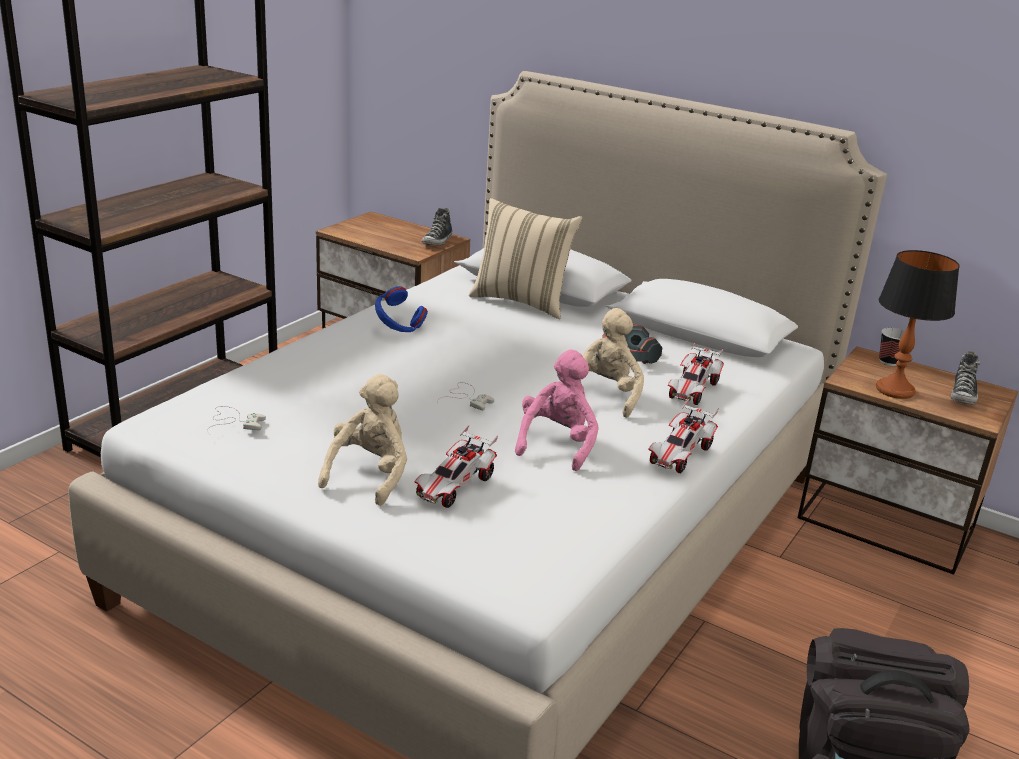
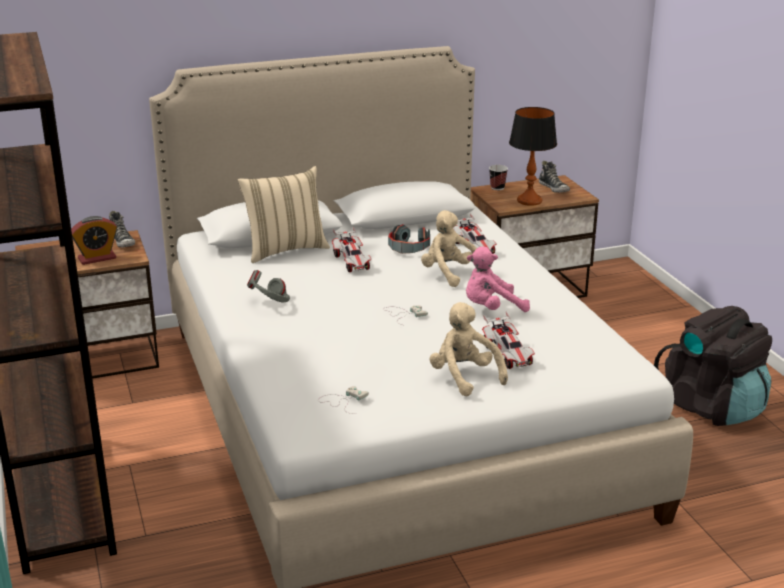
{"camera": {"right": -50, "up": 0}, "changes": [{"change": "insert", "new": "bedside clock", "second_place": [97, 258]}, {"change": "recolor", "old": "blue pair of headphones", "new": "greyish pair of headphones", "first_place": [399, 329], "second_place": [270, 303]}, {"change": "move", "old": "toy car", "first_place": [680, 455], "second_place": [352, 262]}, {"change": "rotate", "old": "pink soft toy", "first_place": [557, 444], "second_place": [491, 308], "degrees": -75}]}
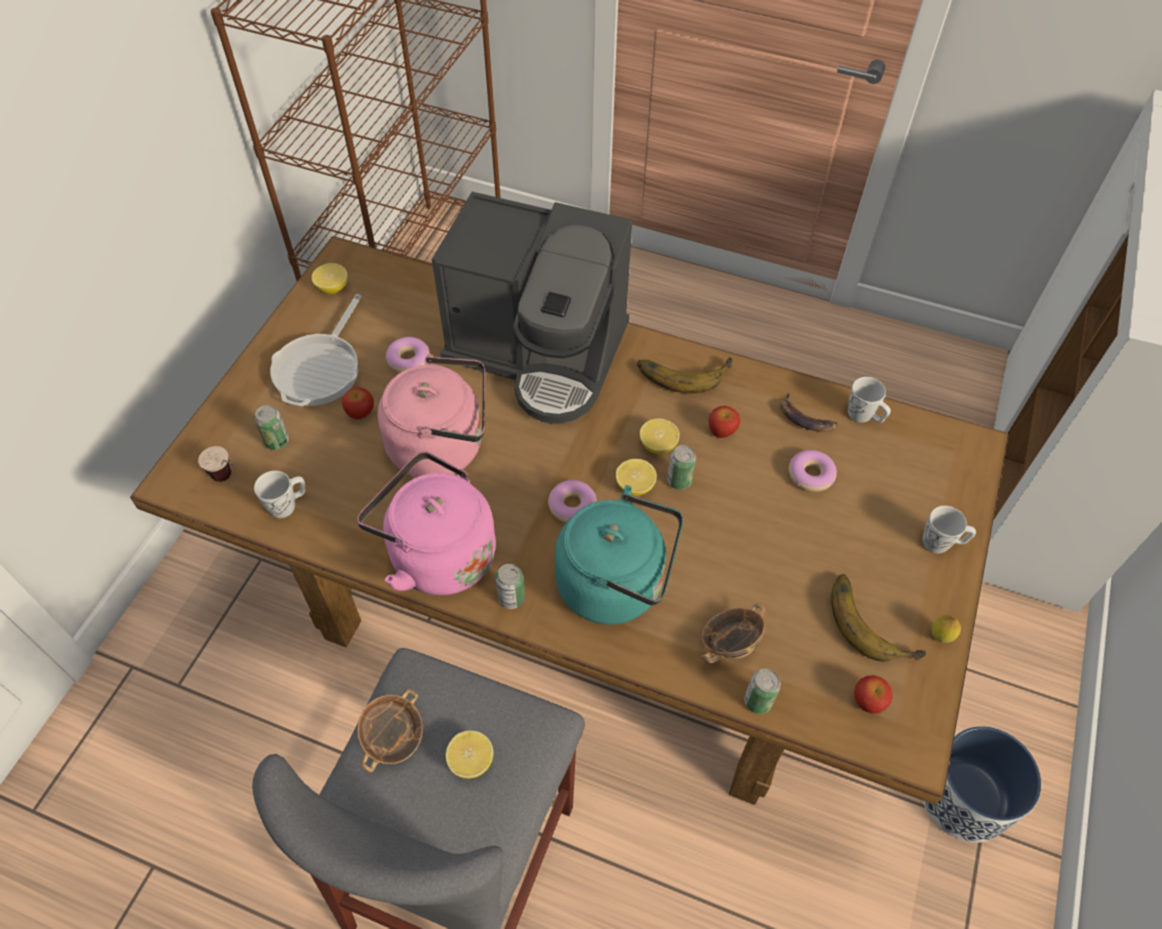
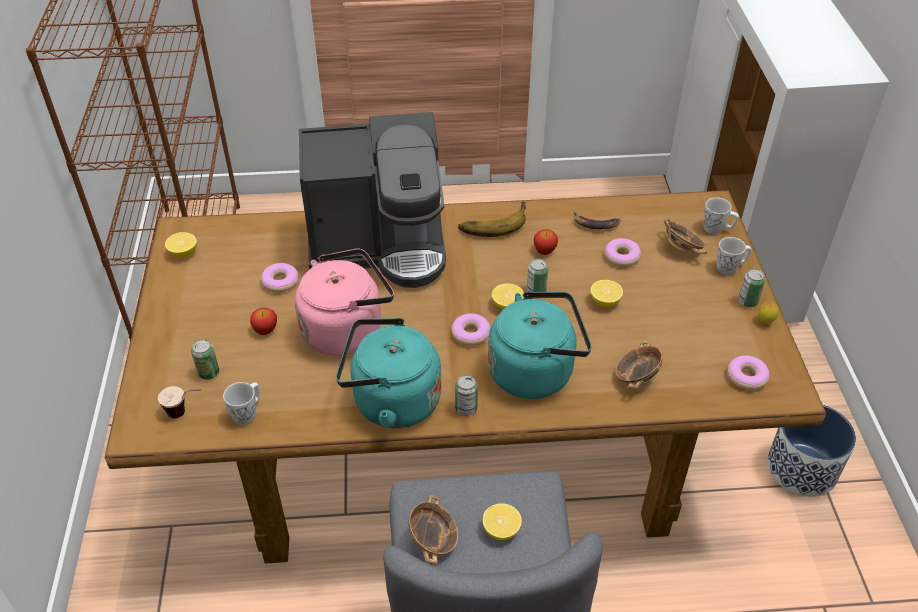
{"camera": {"right": -25, "up": -10}, "changes": [{"change": "recolor", "old": "pink kettle", "new": "turquoise-coloured kettle", "first_place": [437, 554], "second_place": [391, 401]}, {"change": "move", "old": "citrus fruit", "first_place": [658, 445], "second_place": [605, 301]}, {"change": "insert", "new": "serving bowl", "second_place": [682, 248]}, {"change": "move", "old": "white-coloured mug", "first_place": [864, 416], "second_place": [717, 229]}, {"change": "replace", "old": "apple", "new": "ring doughnut", "first_place": [868, 701], "second_place": [746, 377]}, {"change": "move", "old": "metal can", "first_place": [758, 701], "second_place": [747, 301]}, {"change": "delete", "old": "pan", "first_place": [320, 368]}, {"change": "delete", "old": "banana", "first_place": [873, 620]}]}
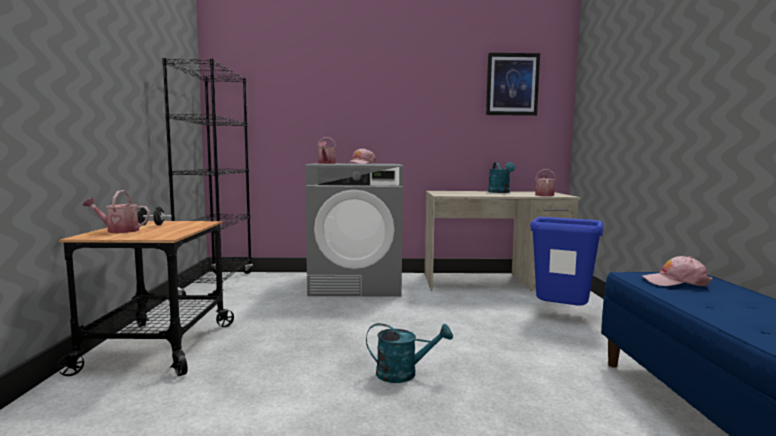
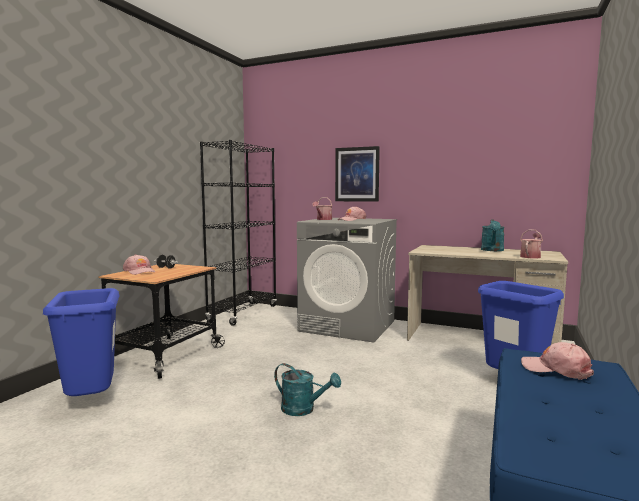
{"camera": {"right": 25, "up": 0}, "changes": [{"change": "insert", "new": "blue rubbish bin", "second_place": [91, 402]}, {"change": "replace", "old": "watering can", "new": "pink cap", "first_place": [118, 230], "second_place": [139, 271]}, {"change": "move", "old": "wall art", "first_place": [512, 84], "second_place": [357, 174]}]}
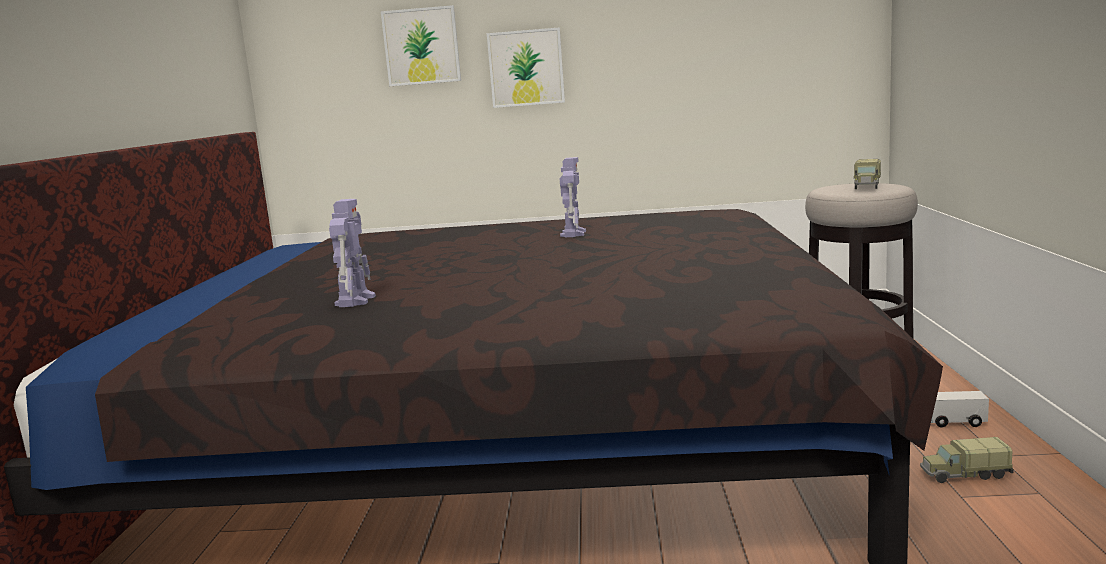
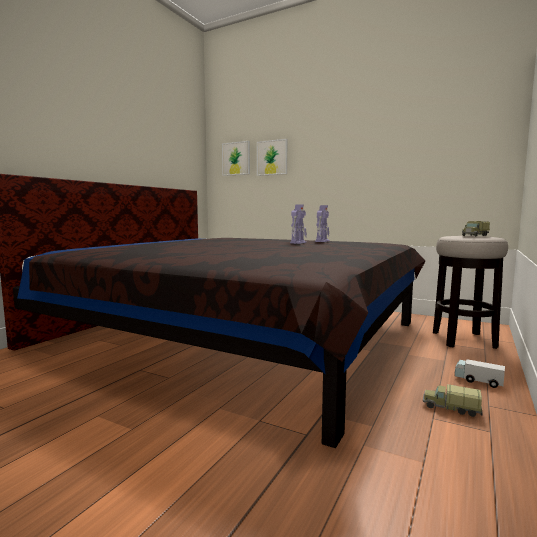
{"camera": {"right": 25, "up": -5}, "changes": [{"change": "move", "old": "wall art", "first_place": [526, 68], "second_place": [236, 158]}, {"change": "move", "old": "model robot", "first_place": [356, 300], "second_place": [322, 241]}]}
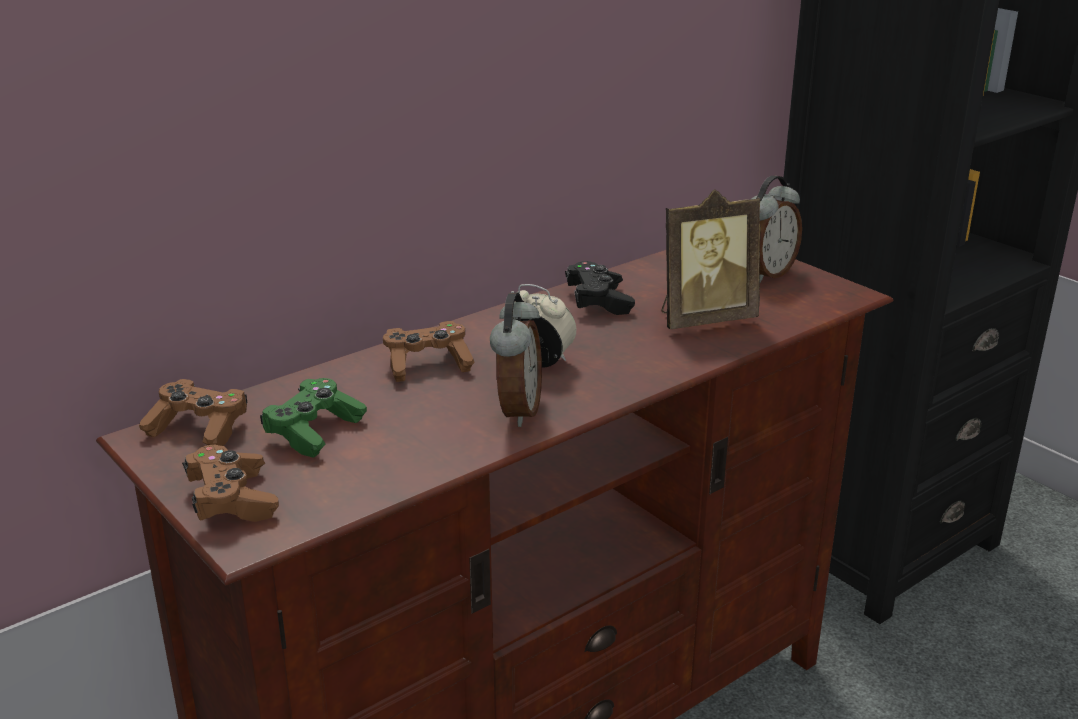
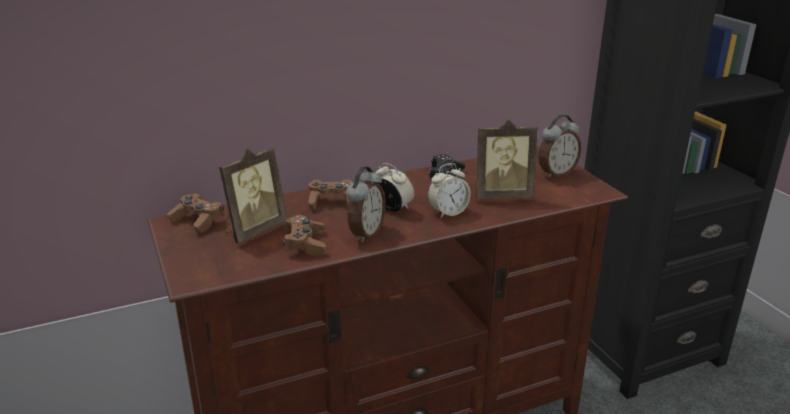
{"camera": {"right": 15, "up": 0}, "changes": [{"change": "replace", "old": "green gamepad", "new": "standing frame", "first_place": [314, 431], "second_place": [254, 230]}, {"change": "move", "old": "brown-coloured gamepad", "first_place": [232, 500], "second_place": [305, 244]}, {"change": "insert", "new": "bedside clock", "second_place": [448, 212]}]}
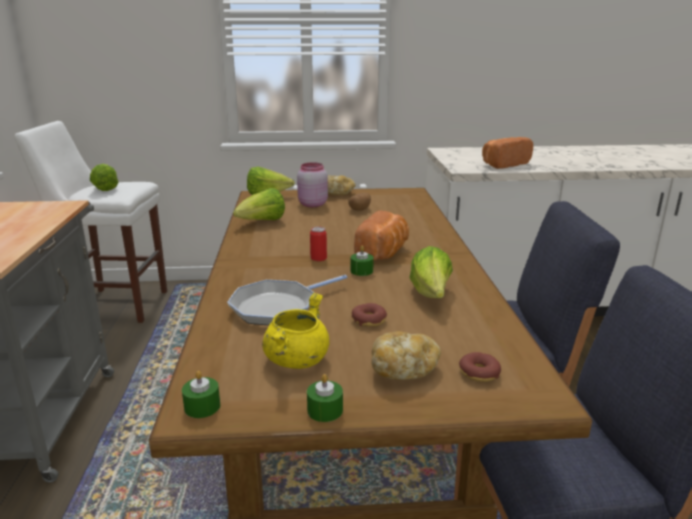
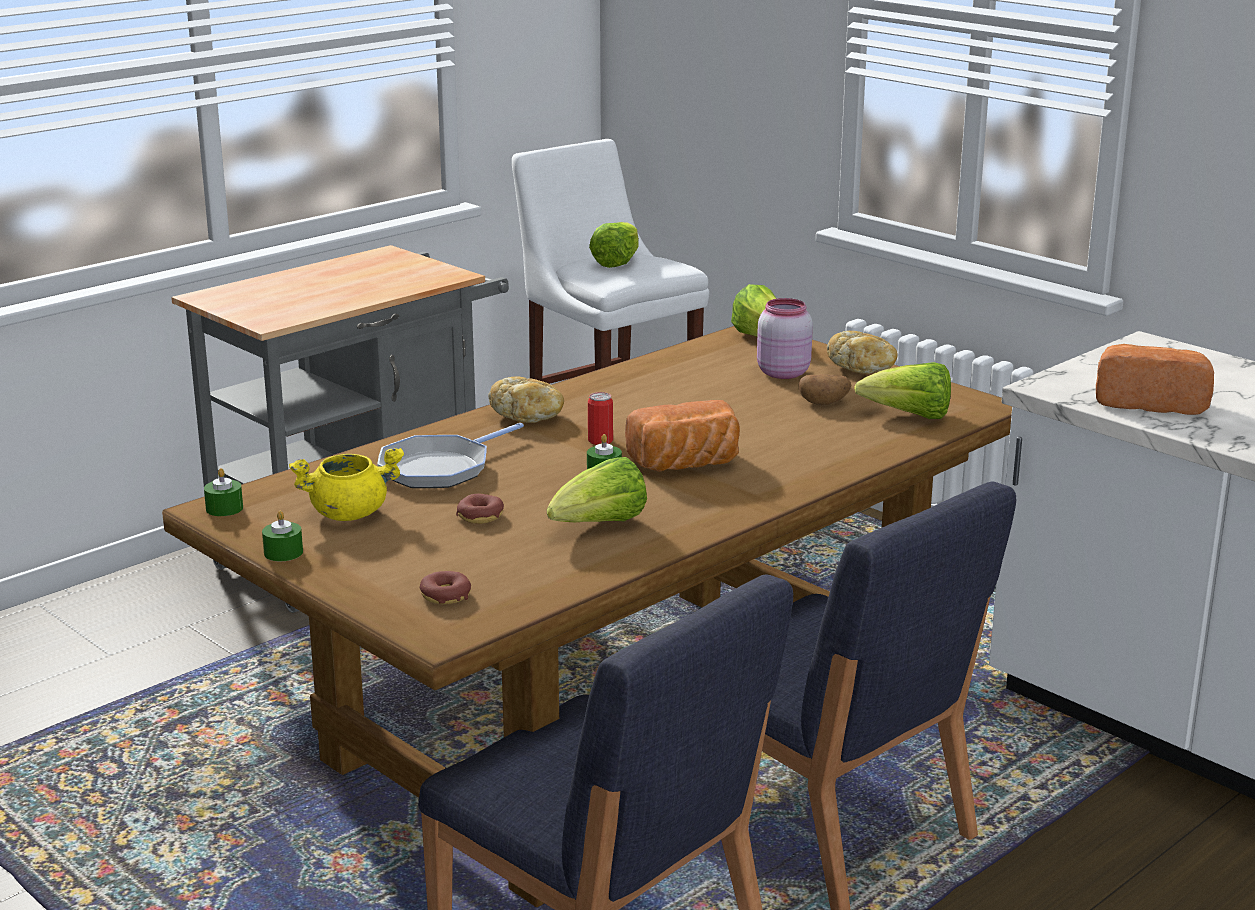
{"camera": {"right": 50, "up": 0}, "changes": [{"change": "rotate", "old": "pan", "first_place": [278, 307], "second_place": [440, 468], "degrees": -60}, {"change": "move", "old": "bread", "first_place": [403, 369], "second_place": [528, 417]}, {"change": "move", "old": "lettuce", "first_place": [262, 222], "second_place": [909, 416]}]}
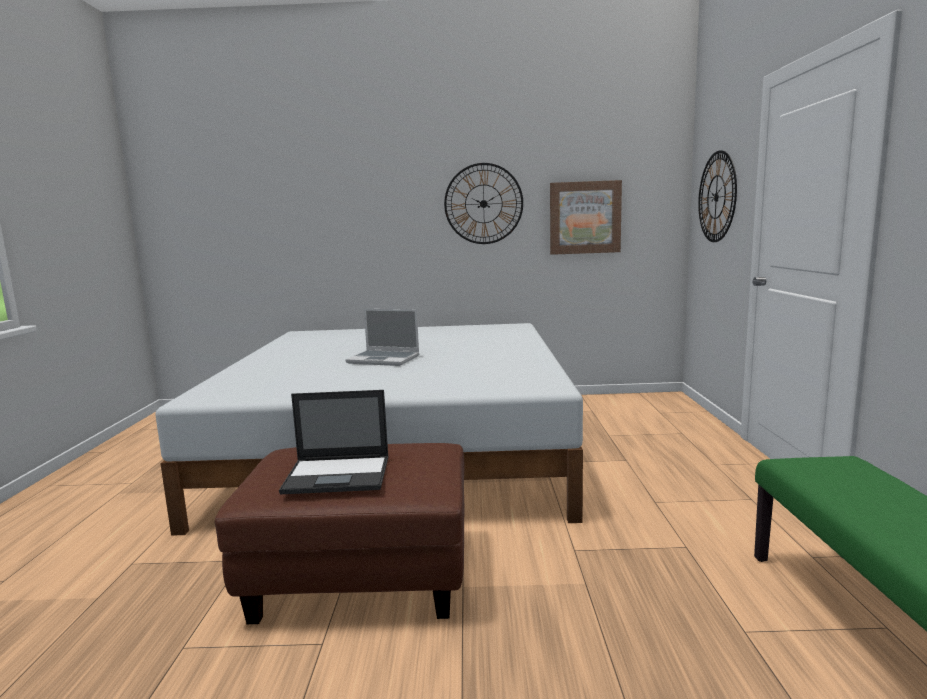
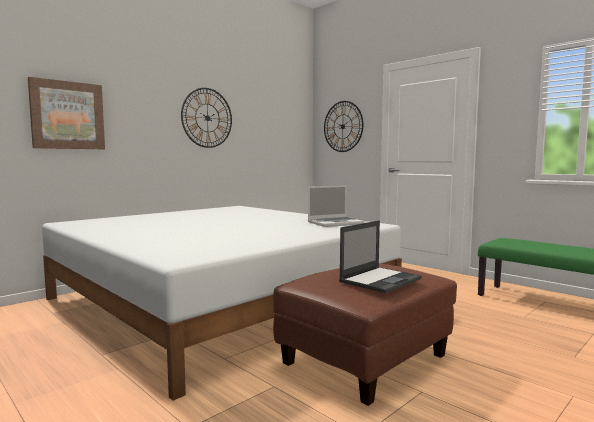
{"camera": {"right": -45, "up": -5}, "changes": [{"change": "move", "old": "wall art", "first_place": [585, 217], "second_place": [67, 115]}, {"change": "move", "old": "laptop", "first_place": [384, 359], "second_place": [335, 223]}]}
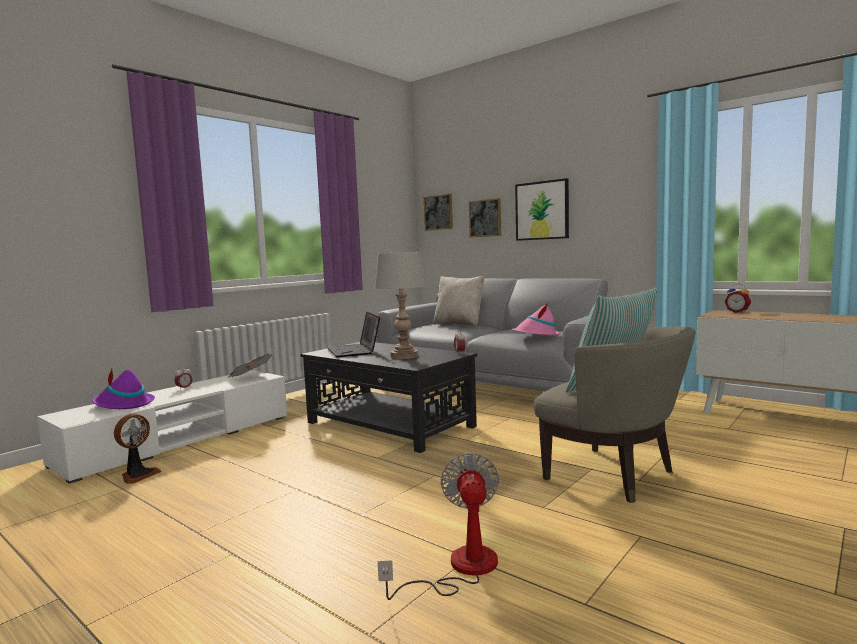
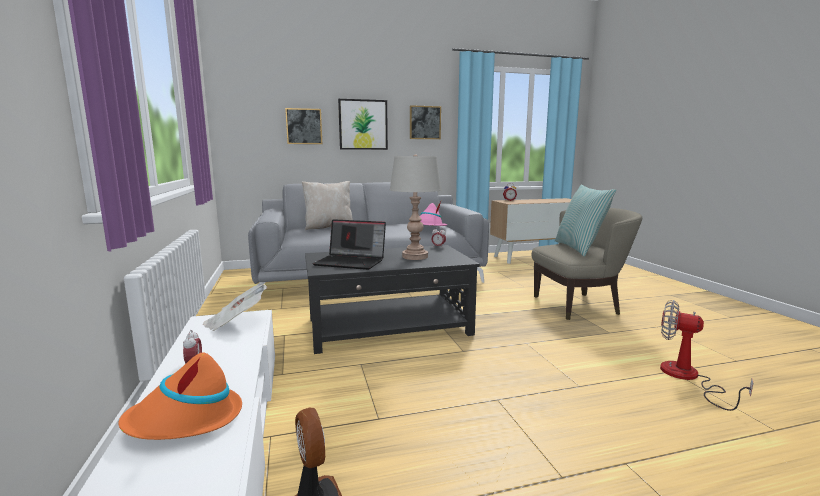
{"camera": {"right": -55, "up": 5}, "changes": [{"change": "recolor", "old": "purplish wearable hat", "new": "orange wearable hat", "first_place": [123, 404], "second_place": [186, 420]}, {"change": "move", "old": "wall art", "first_place": [438, 212], "second_place": [425, 122]}]}
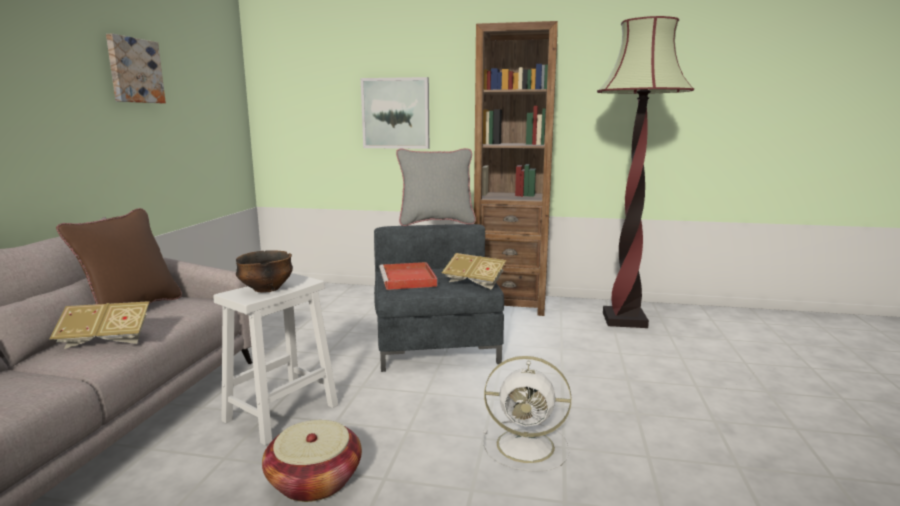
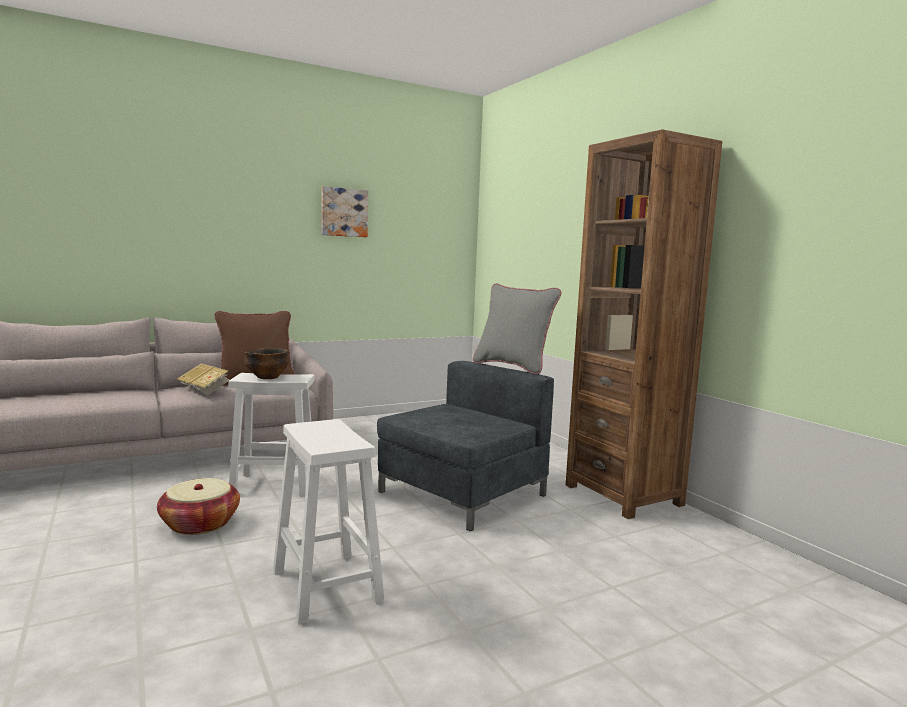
{"camera": {"right": 50, "up": -5}, "changes": [{"change": "replace", "old": "white-coloured fan", "new": "white-coloured sitting stool", "first_place": [528, 446], "second_place": [327, 587]}, {"change": "delete", "old": "wall art", "first_place": [396, 113]}, {"change": "delete", "old": "red-coloured tray", "first_place": [408, 279]}, {"change": "delete", "old": "book", "first_place": [474, 283]}, {"change": "delete", "old": "standard lamp", "first_place": [624, 320]}]}
